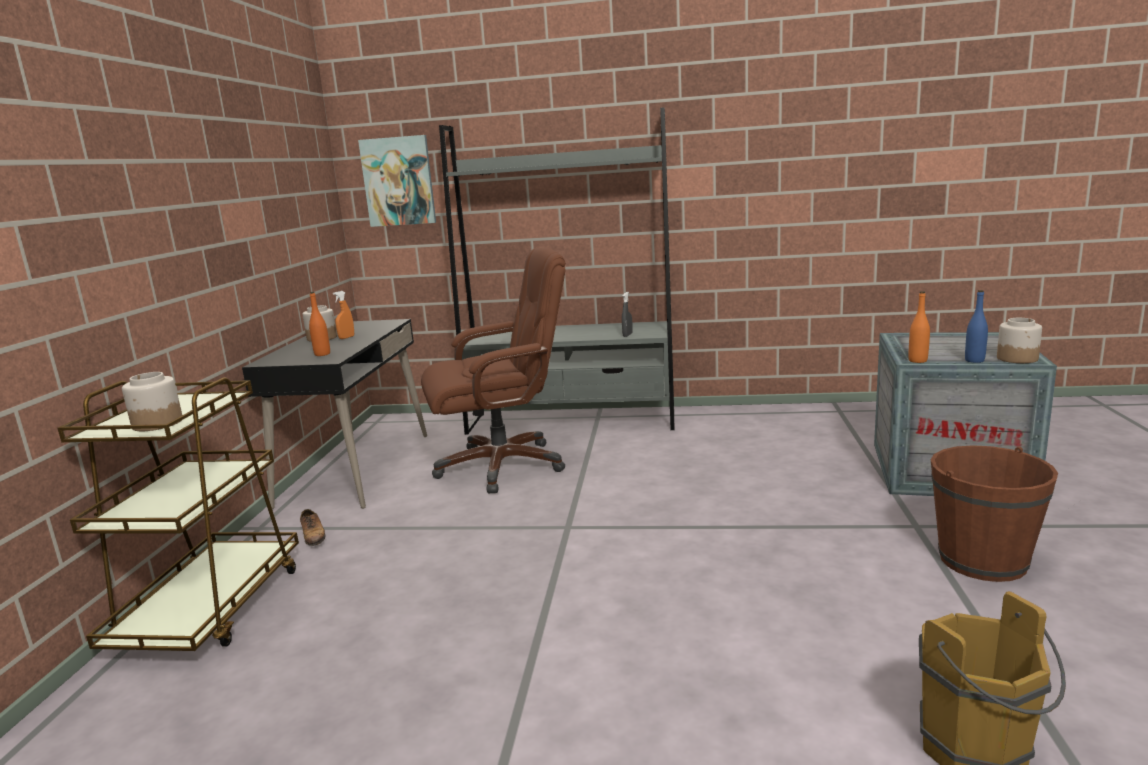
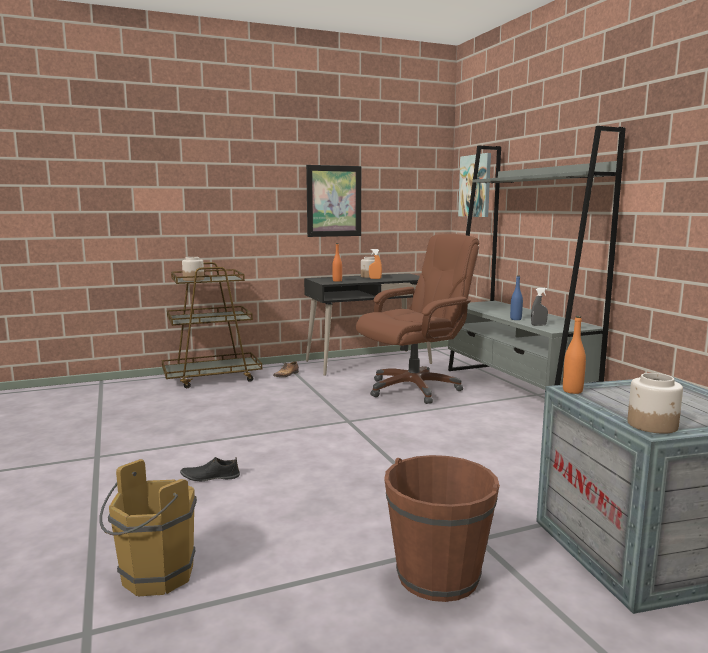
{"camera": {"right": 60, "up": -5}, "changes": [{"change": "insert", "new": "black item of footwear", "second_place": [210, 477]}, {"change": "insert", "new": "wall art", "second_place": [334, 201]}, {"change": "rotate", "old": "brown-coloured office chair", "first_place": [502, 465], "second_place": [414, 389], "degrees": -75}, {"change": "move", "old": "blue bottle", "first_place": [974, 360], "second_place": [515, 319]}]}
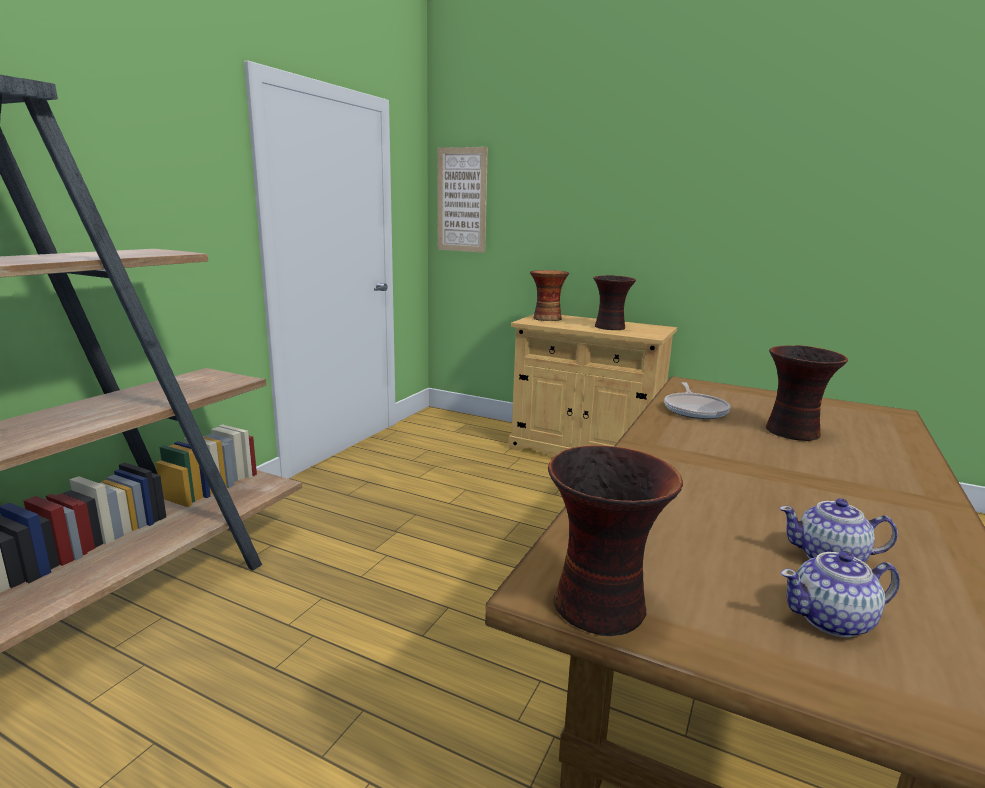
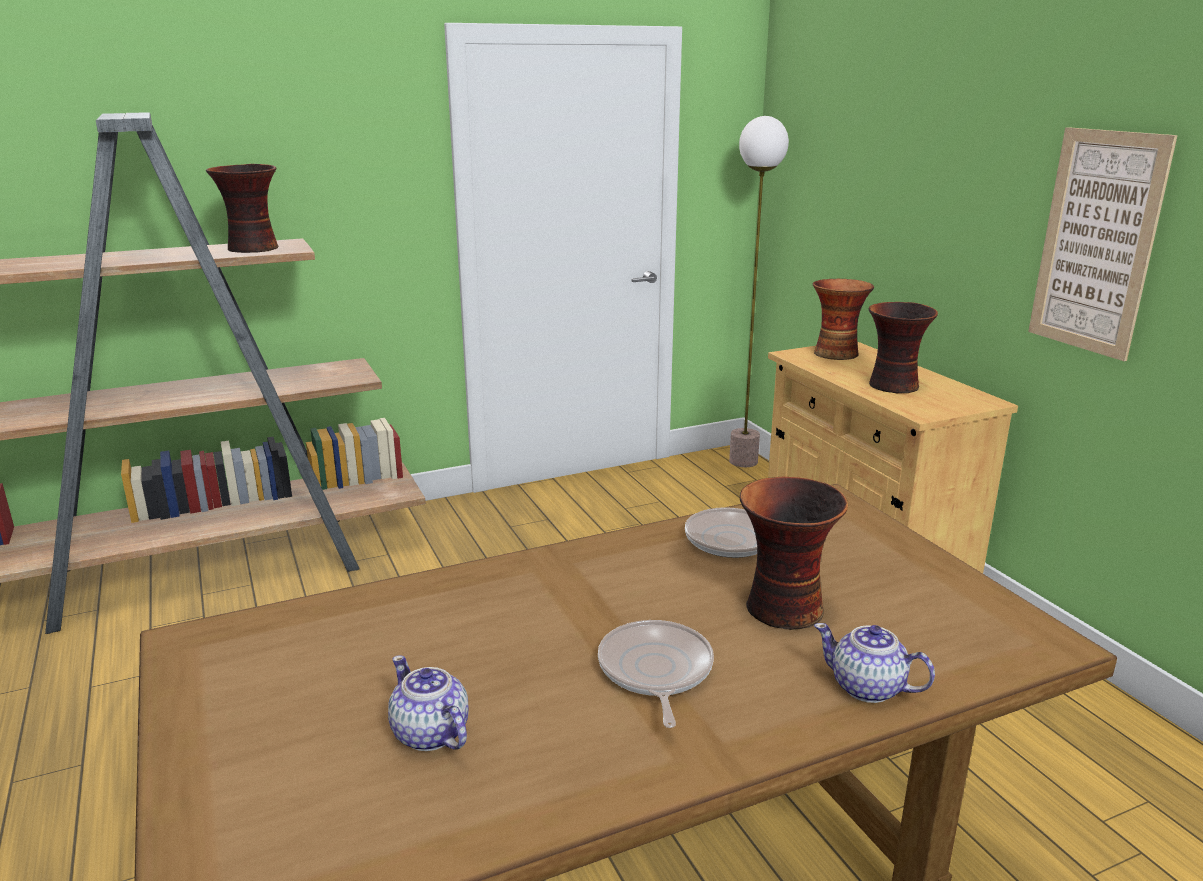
{"camera": {"right": 40, "up": 5}, "changes": [{"change": "move", "old": "decorative vase", "first_place": [603, 607], "second_place": [253, 249]}, {"change": "insert", "new": "pan", "second_place": [655, 671]}, {"change": "insert", "new": "standard lamp", "second_place": [744, 461]}, {"change": "move", "old": "teapot", "first_place": [832, 620], "second_place": [868, 688]}, {"change": "move", "old": "wall art", "first_place": [462, 200], "second_place": [1097, 242]}]}
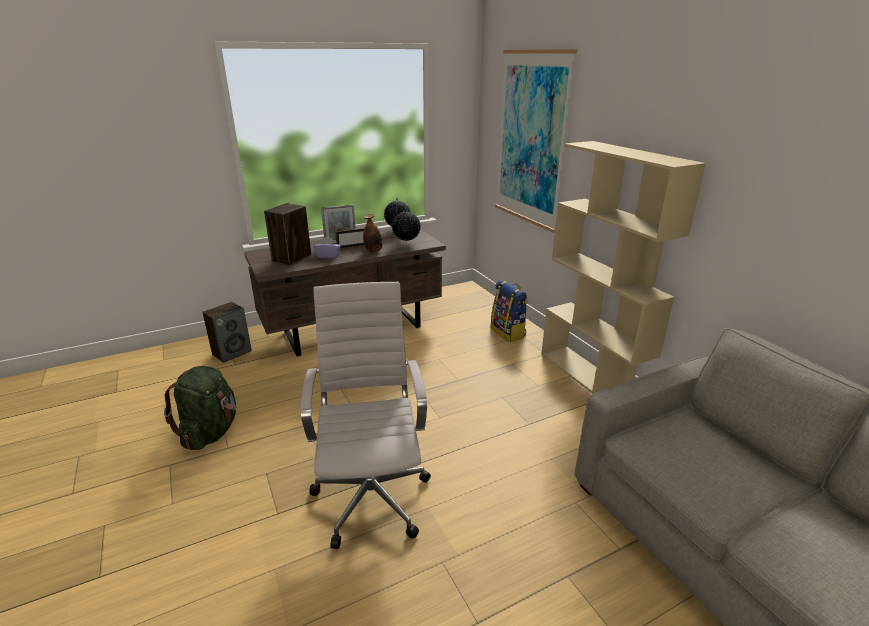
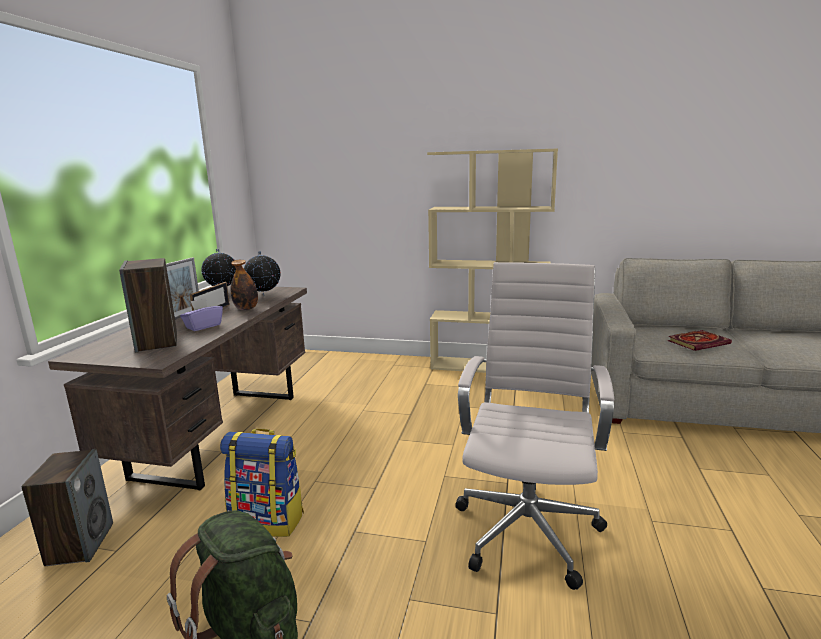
{"camera": {"right": -50, "up": -10}, "changes": [{"change": "move", "old": "knapsack", "first_place": [508, 332], "second_place": [268, 520]}, {"change": "rotate", "old": "white-coloured office chair", "first_place": [372, 495], "second_place": [527, 527], "degrees": 75}, {"change": "insert", "new": "book", "second_place": [698, 342]}, {"change": "delete", "old": "wall art", "first_place": [531, 140]}]}
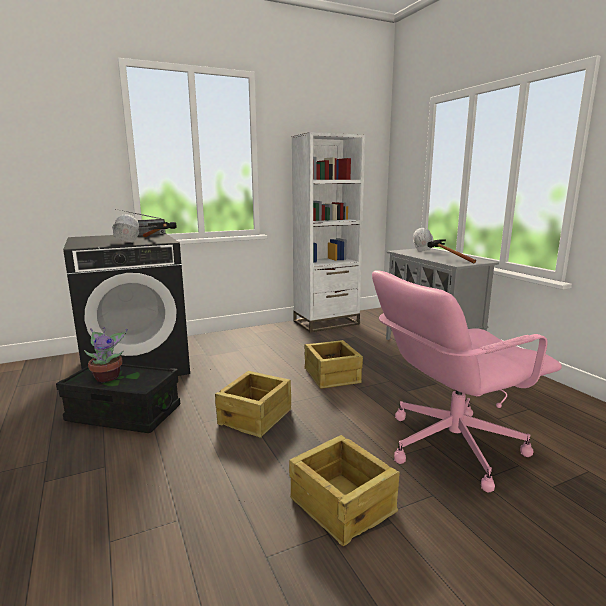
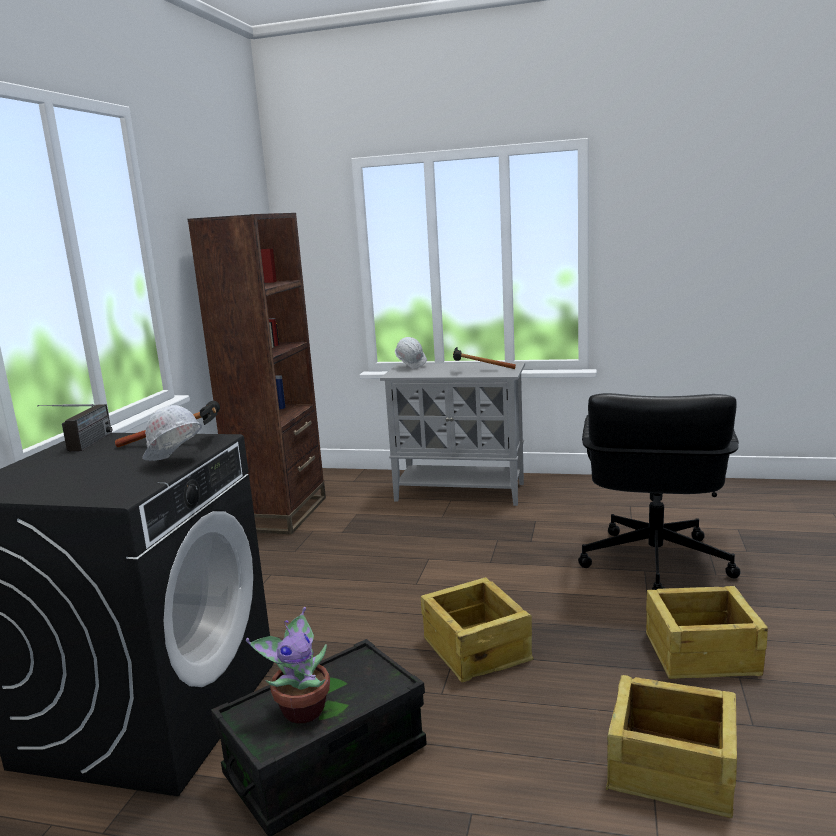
{"camera": {"right": -50, "up": 0}, "changes": [{"change": "recolor", "old": "white-coloured bookcase", "new": "brown-coloured bookcase", "first_place": [326, 323], "second_place": [281, 514]}, {"change": "recolor", "old": "pink office chair", "new": "black office chair", "first_place": [450, 445], "second_place": [653, 563]}, {"change": "move", "old": "shipping crate", "first_place": [331, 376], "second_place": [673, 770]}]}
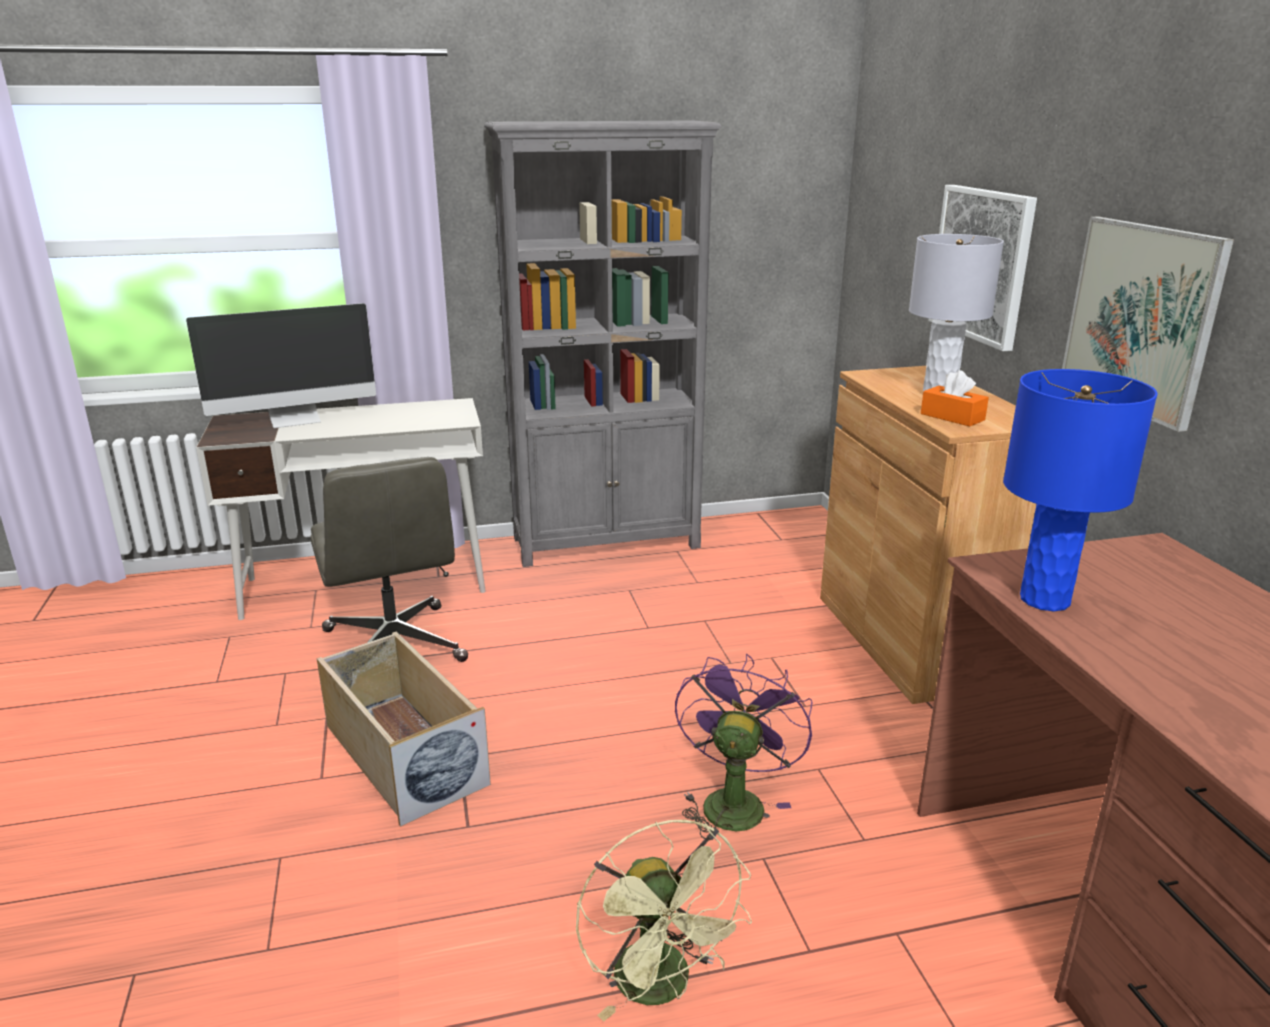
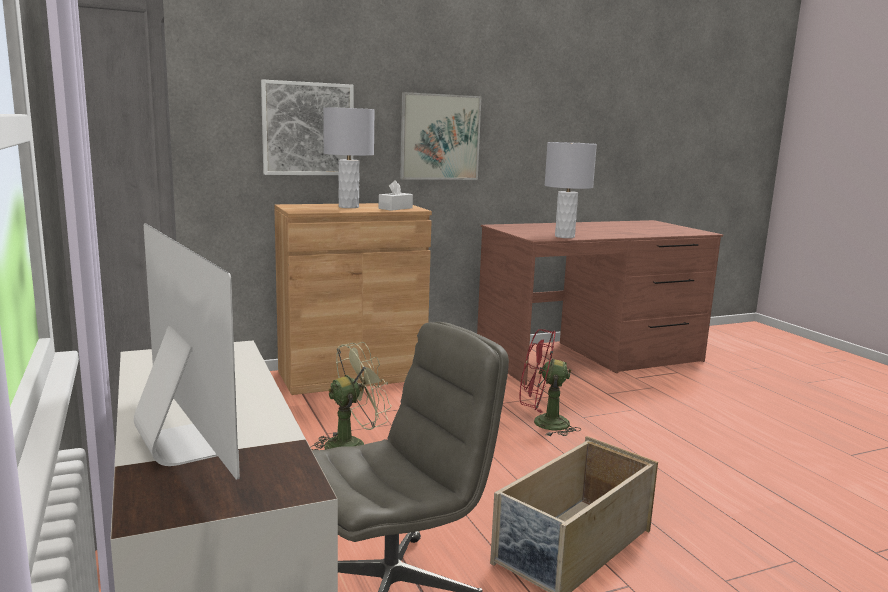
{"camera": {"right": -100, "up": -10}, "changes": [{"change": "move", "old": "green fan", "first_place": [662, 988], "second_place": [352, 444]}, {"change": "recolor", "old": "orange box of tissues", "new": "white-coloured box of tissues", "first_place": [952, 417], "second_place": [395, 208]}, {"change": "recolor", "old": "purplish fan", "new": "red-coloured fan", "first_place": [734, 800], "second_place": [542, 423]}, {"change": "recolor", "old": "blue lamp for a table", "new": "greyish lamp for a table", "first_place": [1044, 599], "second_place": [564, 236]}]}
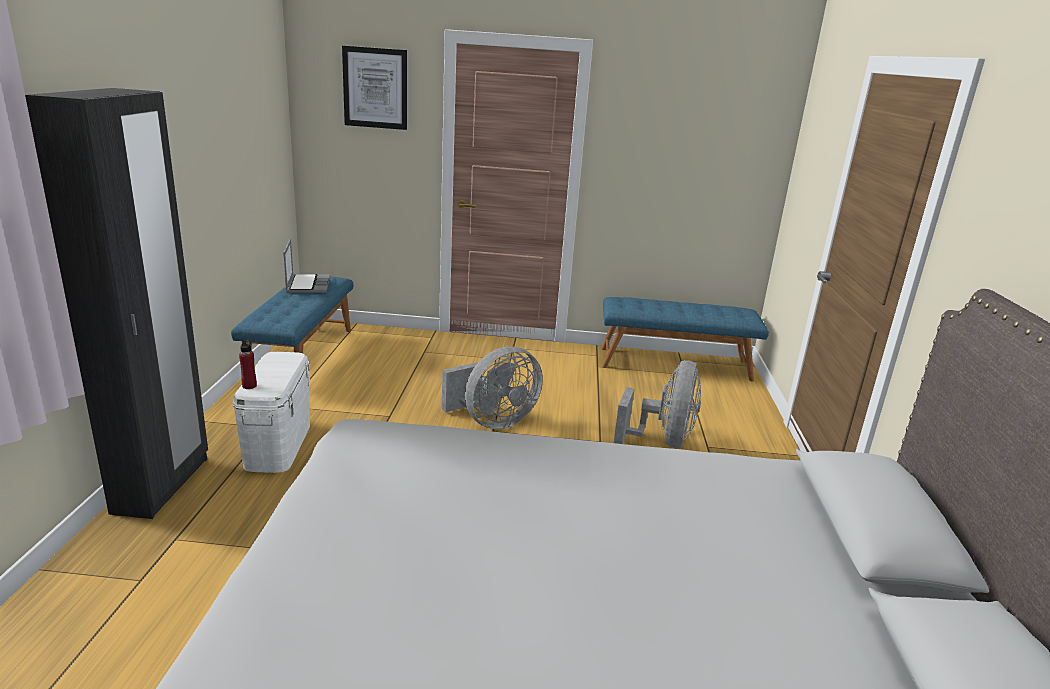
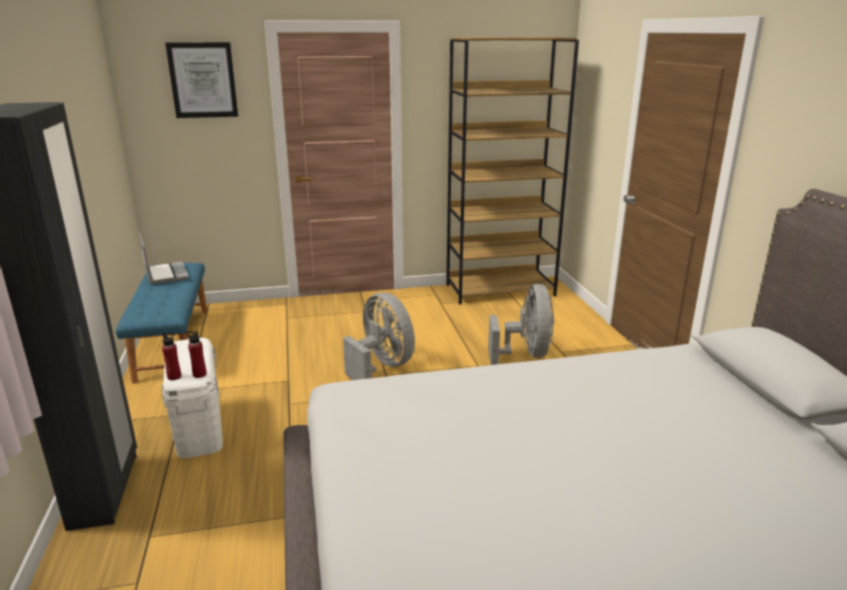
{"camera": {"right": -15, "up": 0}, "changes": [{"change": "insert", "new": "red-coloured bottle", "second_place": [199, 374]}, {"change": "rotate", "old": "greyish fan", "first_place": [493, 422], "second_place": [381, 367], "degrees": -75}, {"change": "replace", "old": "blue long seat", "new": "brown-coloured bookcase", "first_place": [674, 363], "second_place": [500, 290]}]}
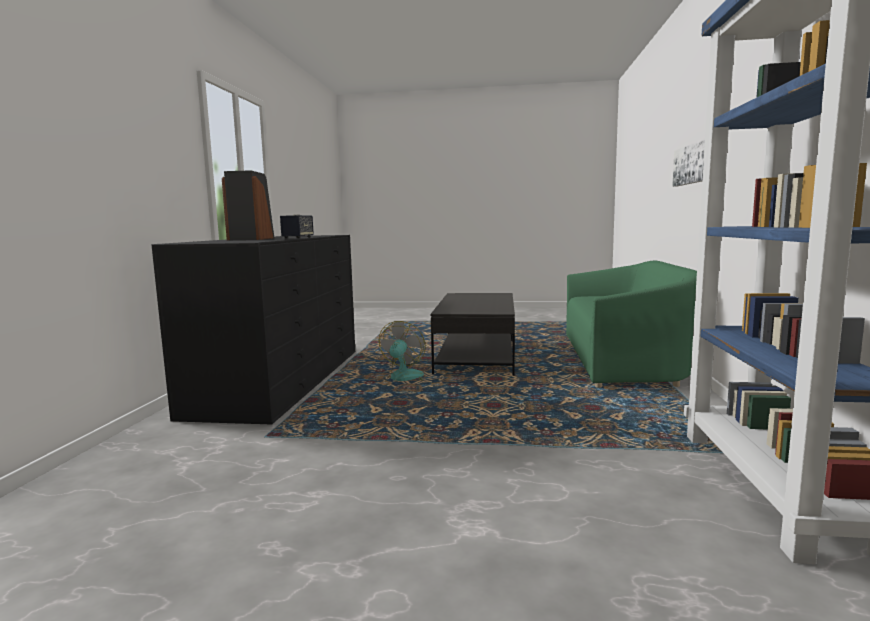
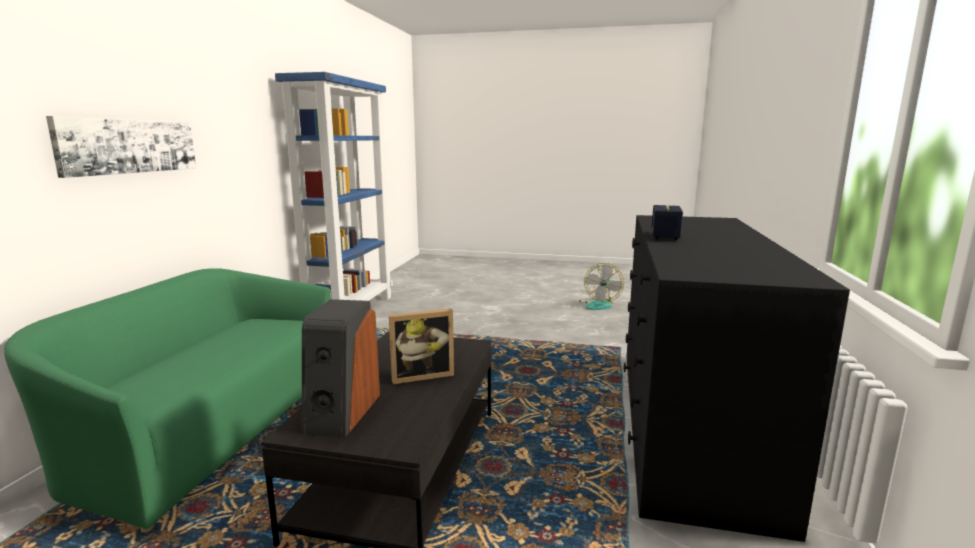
{"camera": {"right": -175, "up": 5}, "changes": [{"change": "move", "old": "speaker", "first_place": [252, 239], "second_place": [341, 412]}, {"change": "insert", "new": "standing frame", "second_place": [421, 375]}, {"change": "move", "old": "fan", "first_place": [404, 380], "second_place": [599, 305]}]}
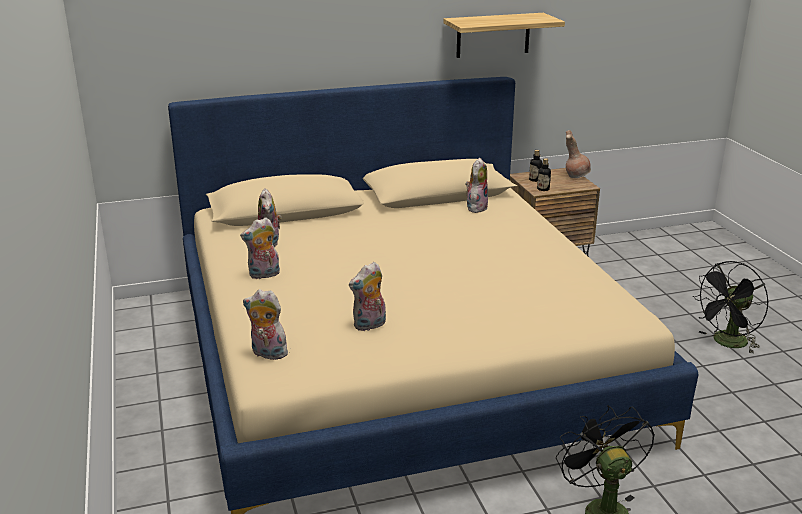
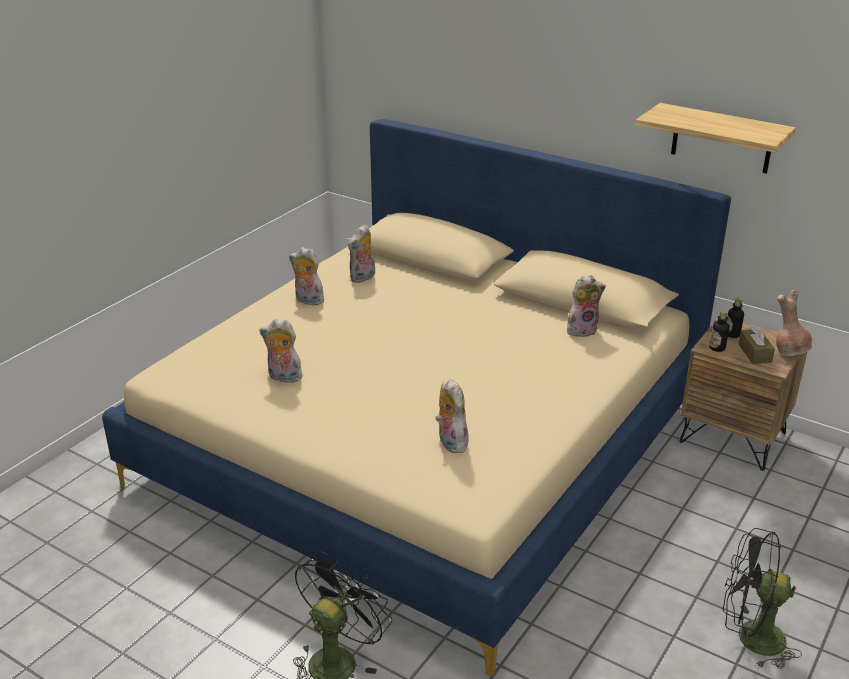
{"camera": {"right": 50, "up": 5}, "changes": [{"change": "move", "old": "soft toy", "first_place": [267, 354], "second_place": [450, 442]}, {"change": "insert", "new": "brown-coloured box of tissues", "second_place": [754, 353]}]}
